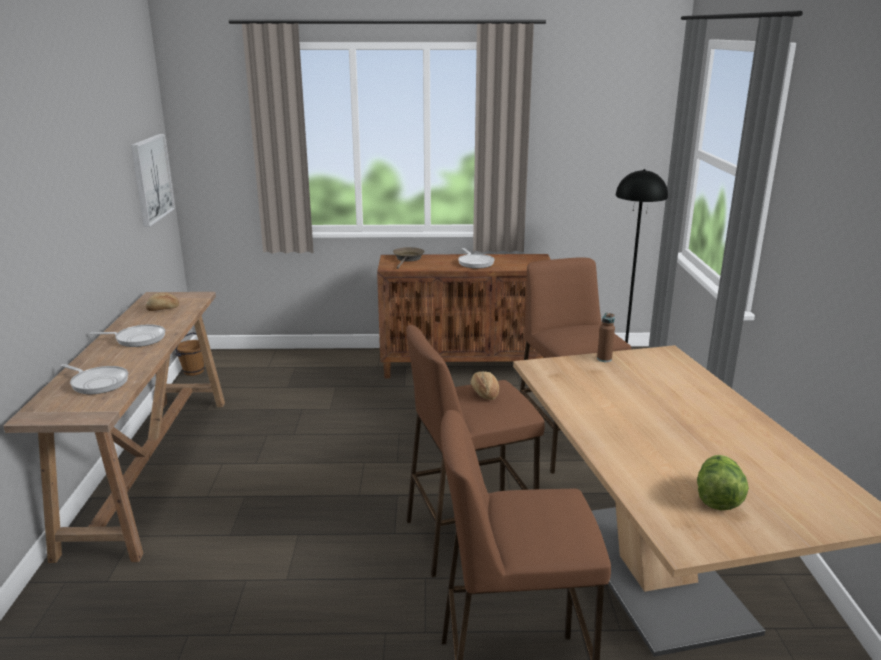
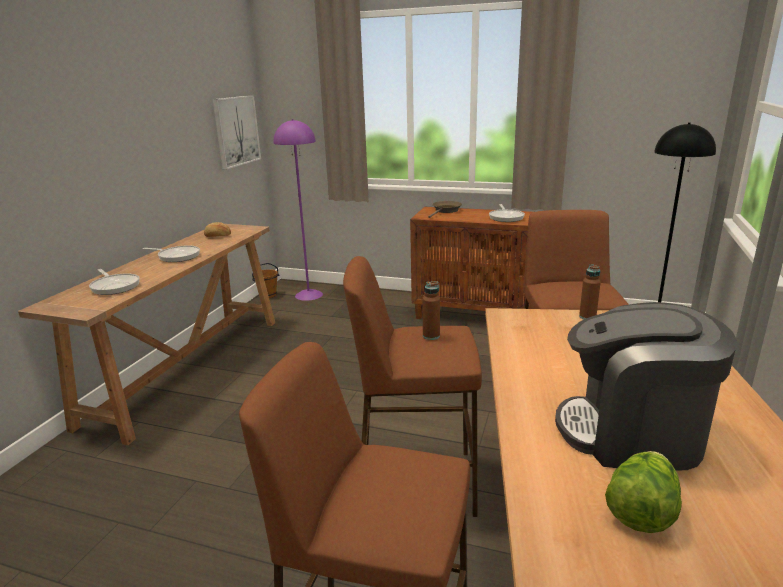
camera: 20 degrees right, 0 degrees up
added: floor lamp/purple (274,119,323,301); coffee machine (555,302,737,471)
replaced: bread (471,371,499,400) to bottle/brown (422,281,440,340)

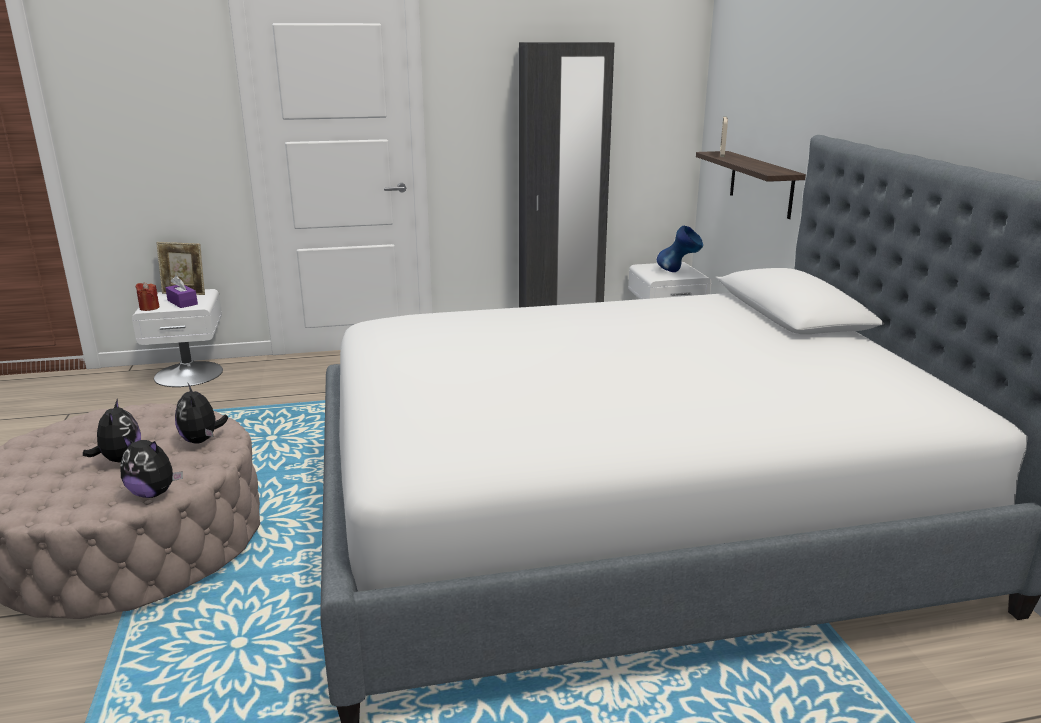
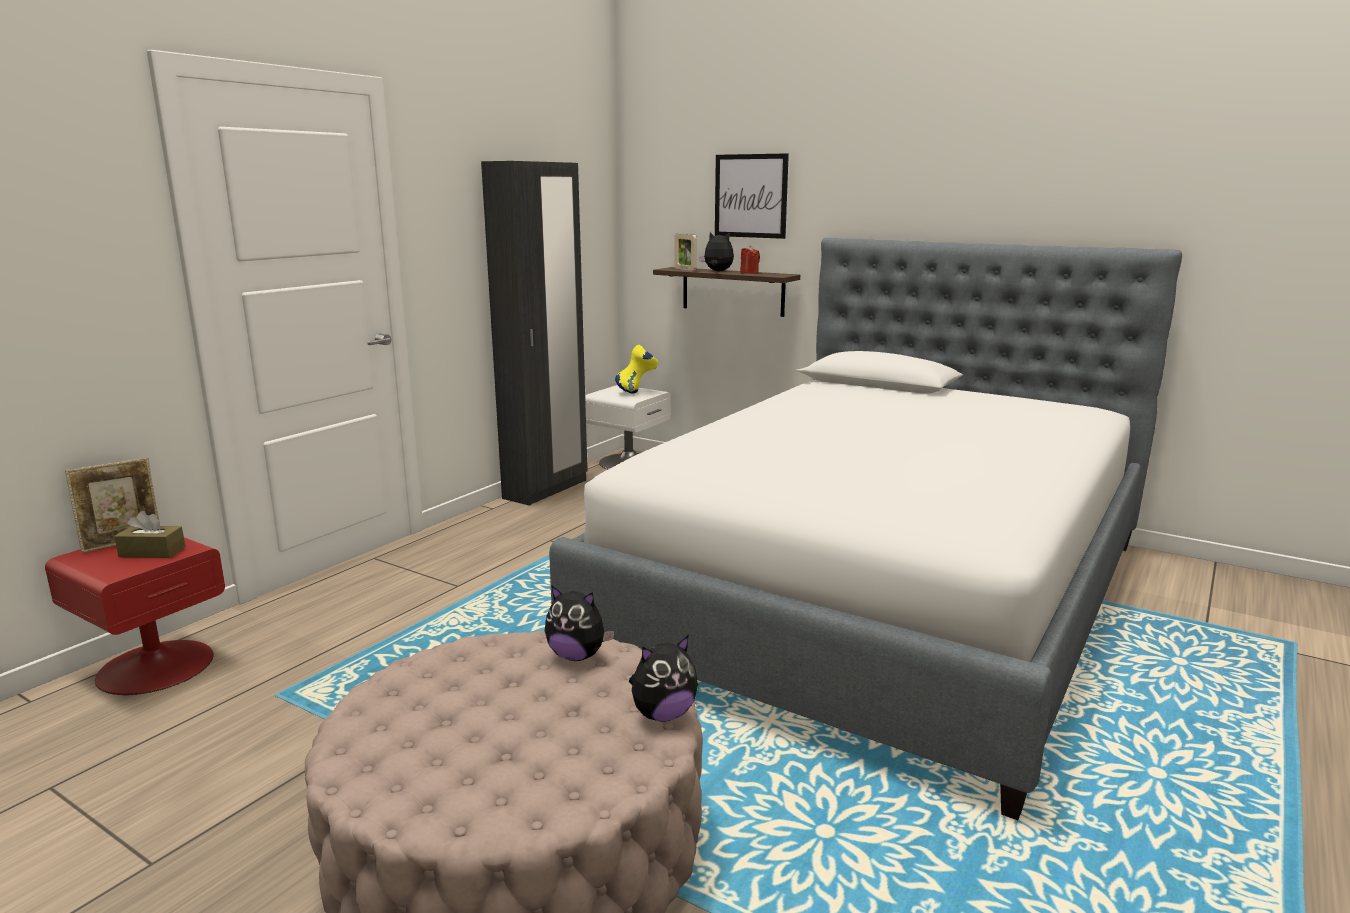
camera: 45 degrees left, 5 degrees down
added: picture (715,153,789,239)
moved: plush toy (83,398,141,462) to (699,232,734,272); candle/red (136,282,160,311) to (740,246,760,274)
recoloured: nightstand/white (132,289,223,387) to nightstand/red (45,537,225,695); tissue box/purple (165,276,198,308) to tissue box/brown (114,511,185,558); vase/blue (657,226,703,272) to vase/yellow (615,345,658,394)

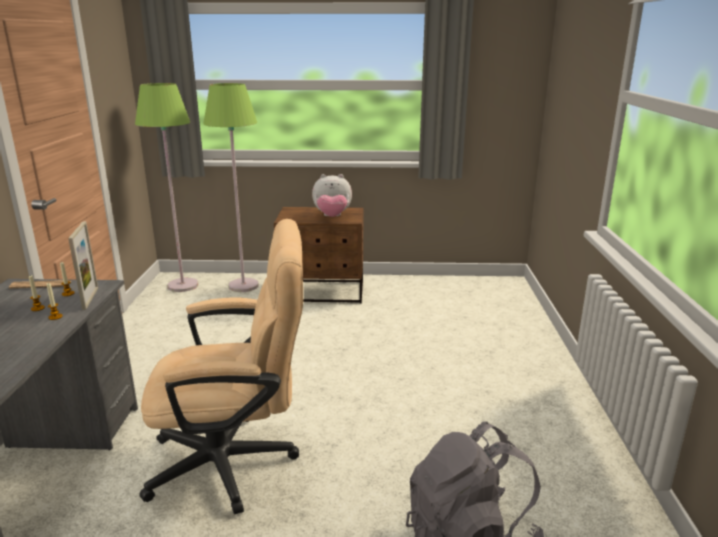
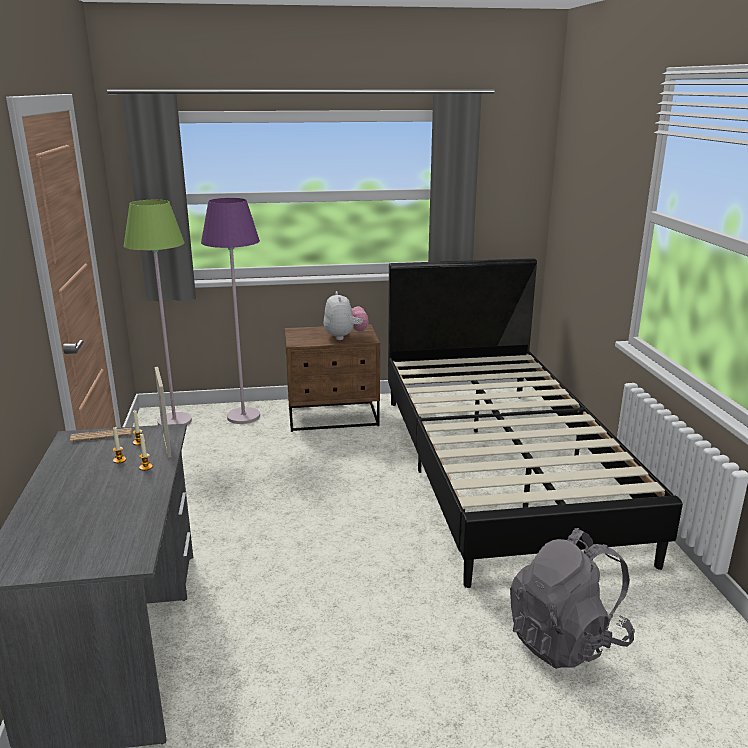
camera: 10 degrees left, 0 degrees up
removed: office chair/beige (139,219,303,515)
added: bed/black (388,258,683,588)
recoloured: floor lamp/green (203,83,259,292) to floor lamp/purple (201,198,260,424)
turned: plush toy (312,174,352,217) = (324,291,369,340) 90 degrees counterclockwise

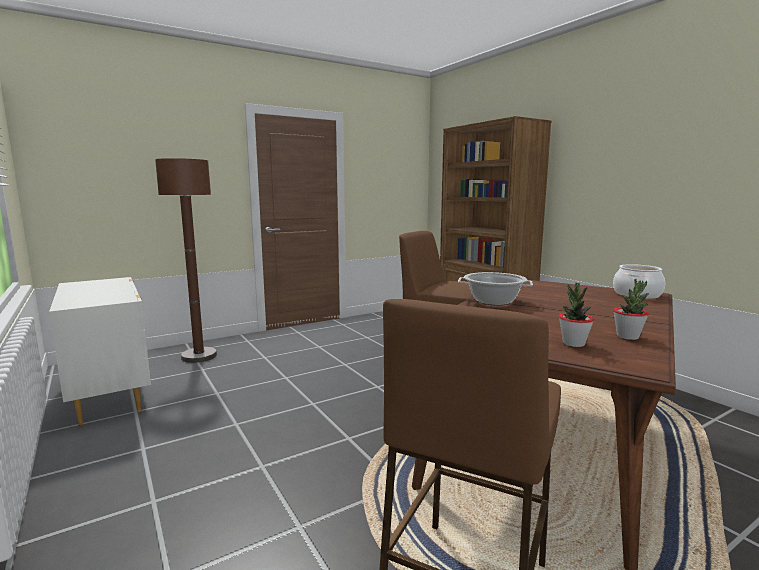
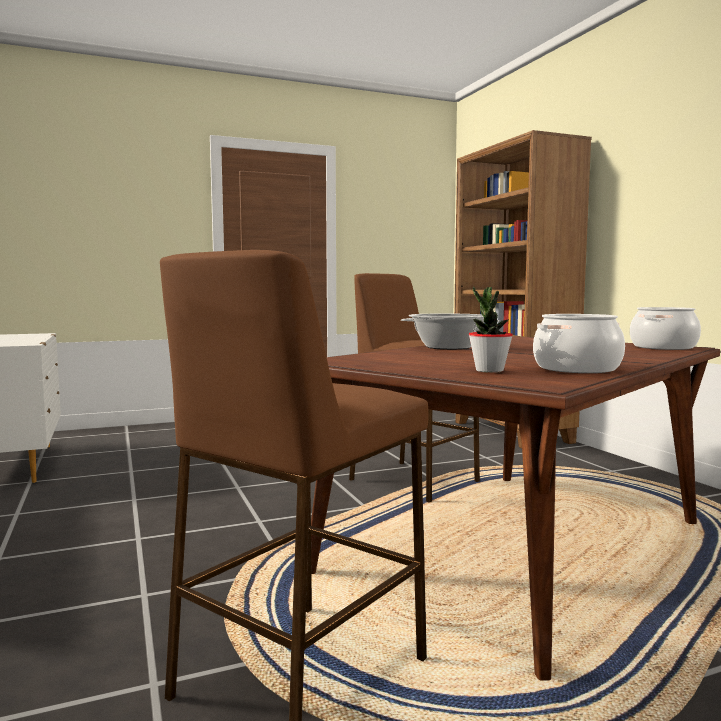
camera: 10 degrees right, 5 degrees down
removed: floor lamp/brown (155,158,217,363)
replaced: potted plant (613,279,650,340) to cooking pot (533,314,625,373)

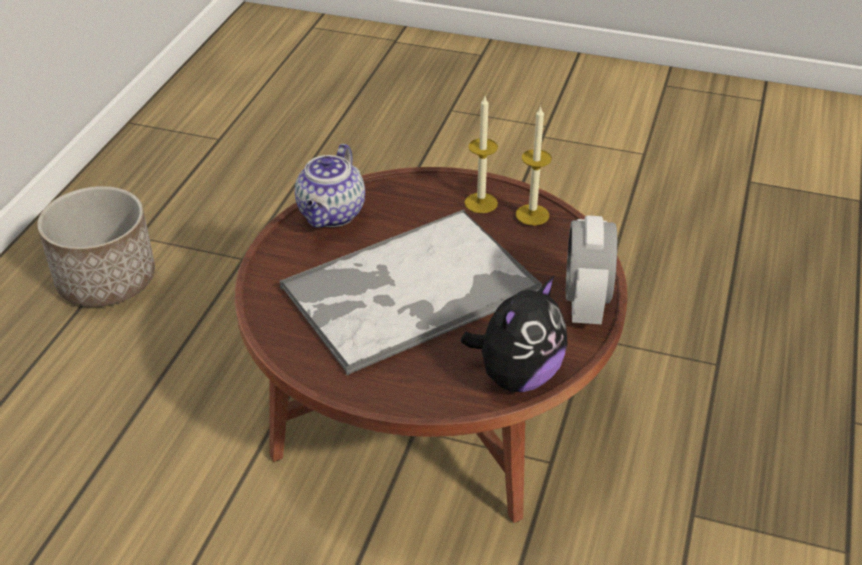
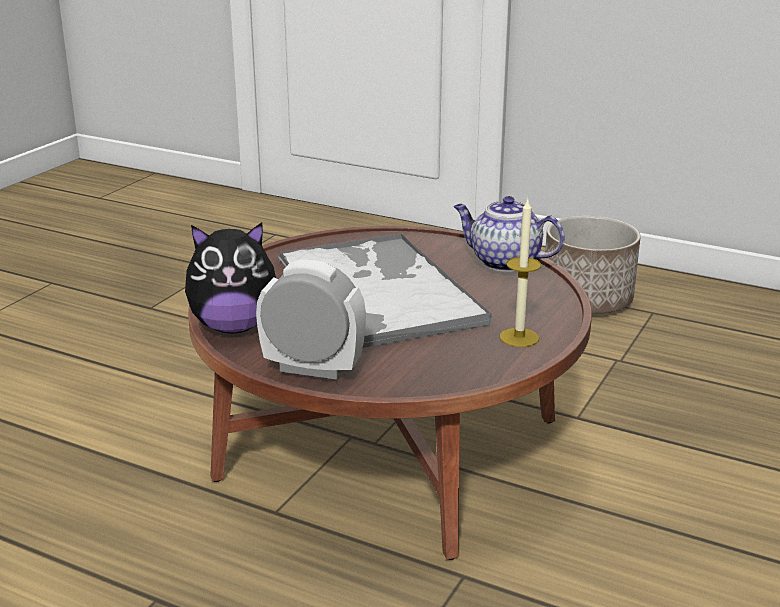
camera: 100 degrees right, 15 degrees down
removed: candle (516,106,552,226)
turned: plush toy (461,275,568,392) = (185,222,276,333) 60 degrees counterclockwise

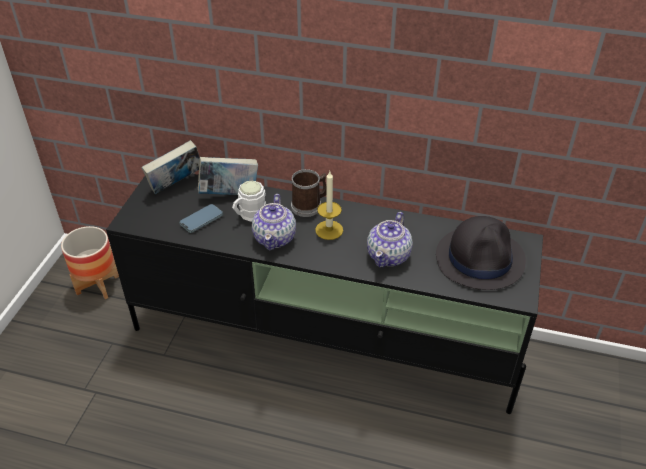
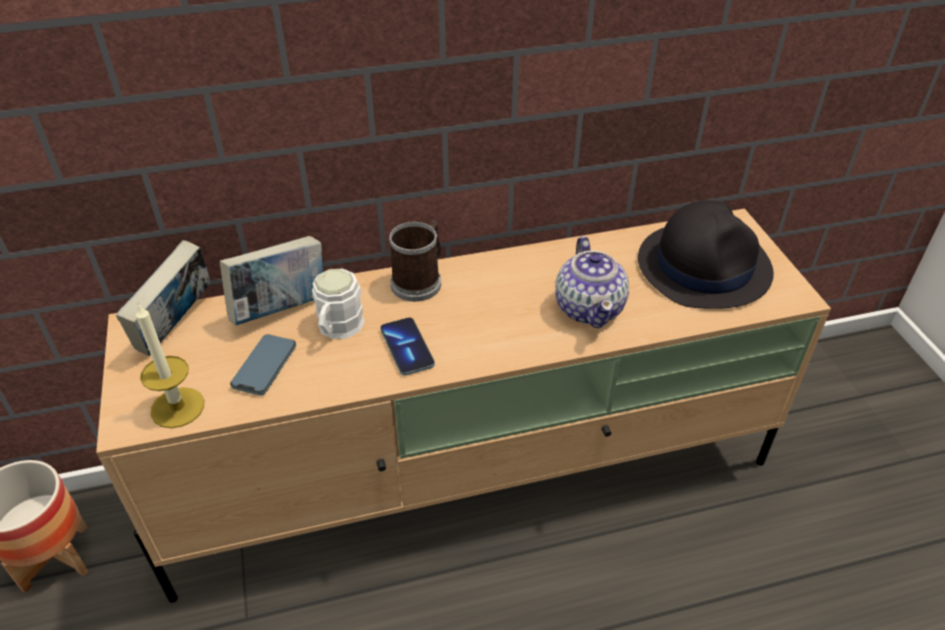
camera: 30 degrees left, 0 degrees up
moved: candle (315,171,343,240) to (136,303,204,428)
replaced: teapot (252,194,296,250) to phone (380,317,435,376)
recoloured: tv stand/black (106,174,543,414) to tv stand/beige (96,209,831,603)

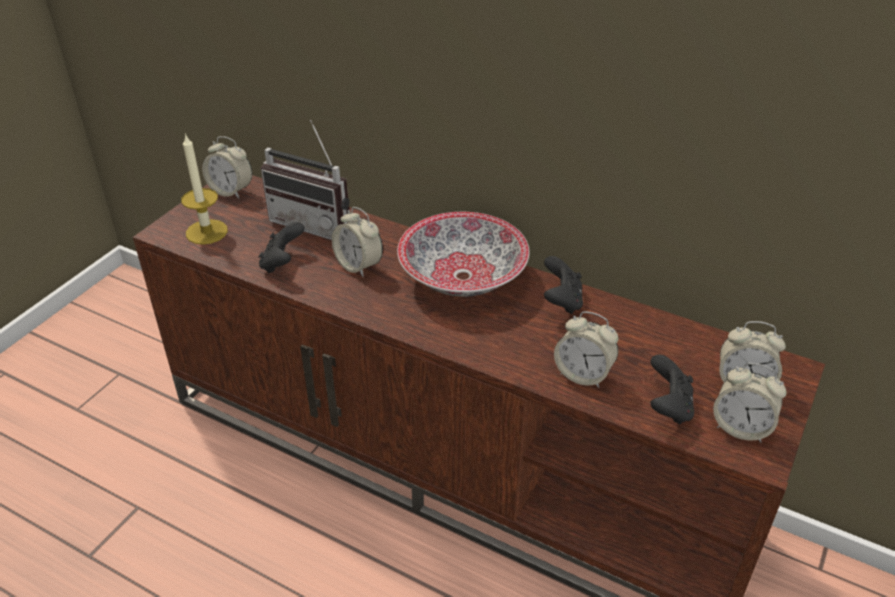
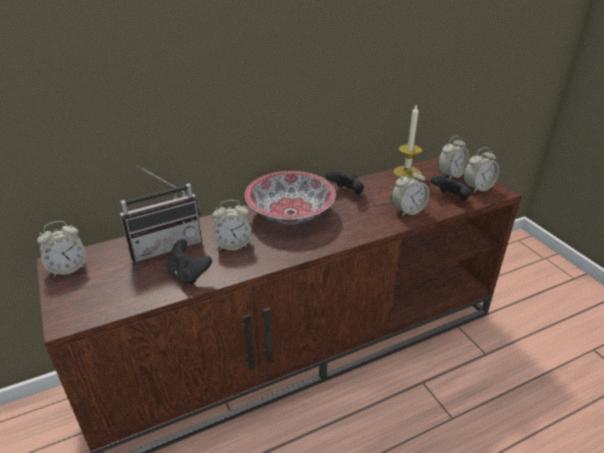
camera: 55 degrees left, 5 degrees down
moved: candle (181,133,228,245) to (394,105,422,179)

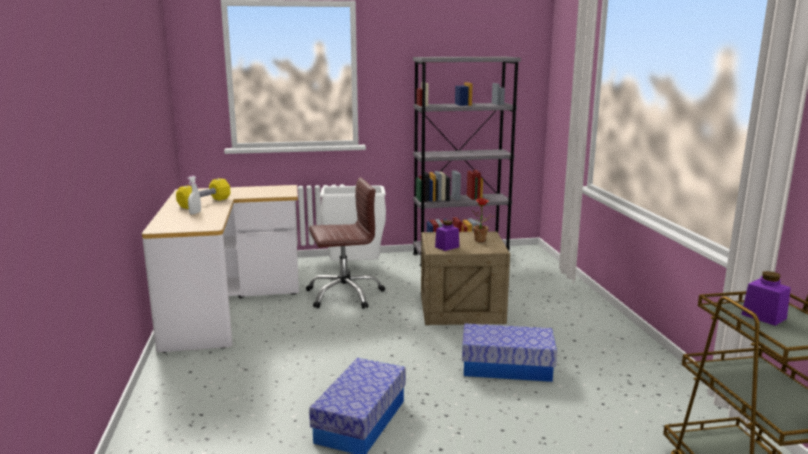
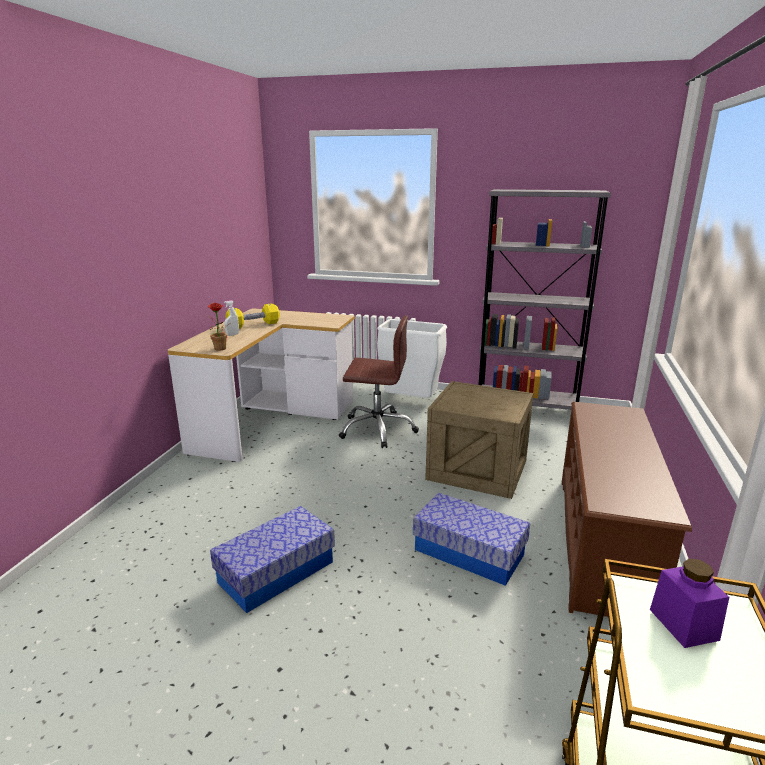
camera: 25 degrees right, 5 degrees up
removed: jar/purple (435,220,459,251)
added: shoe rack/brown (562,402,692,617)
moved: potted plant (471,198,494,242) to (208,303,231,351)

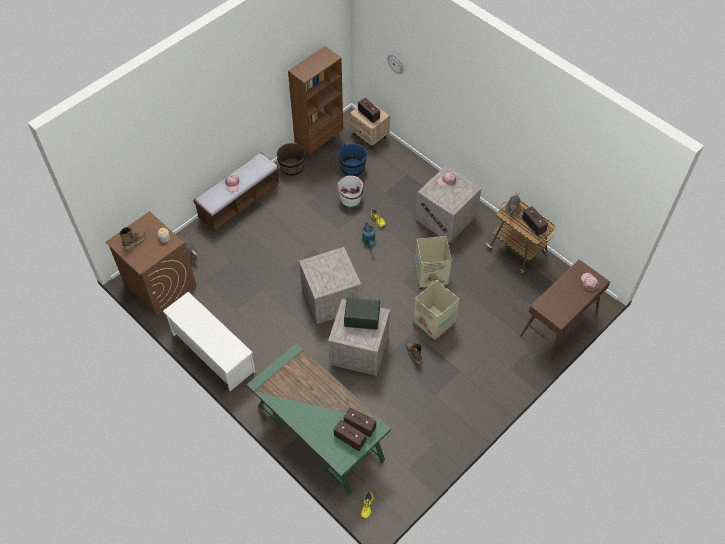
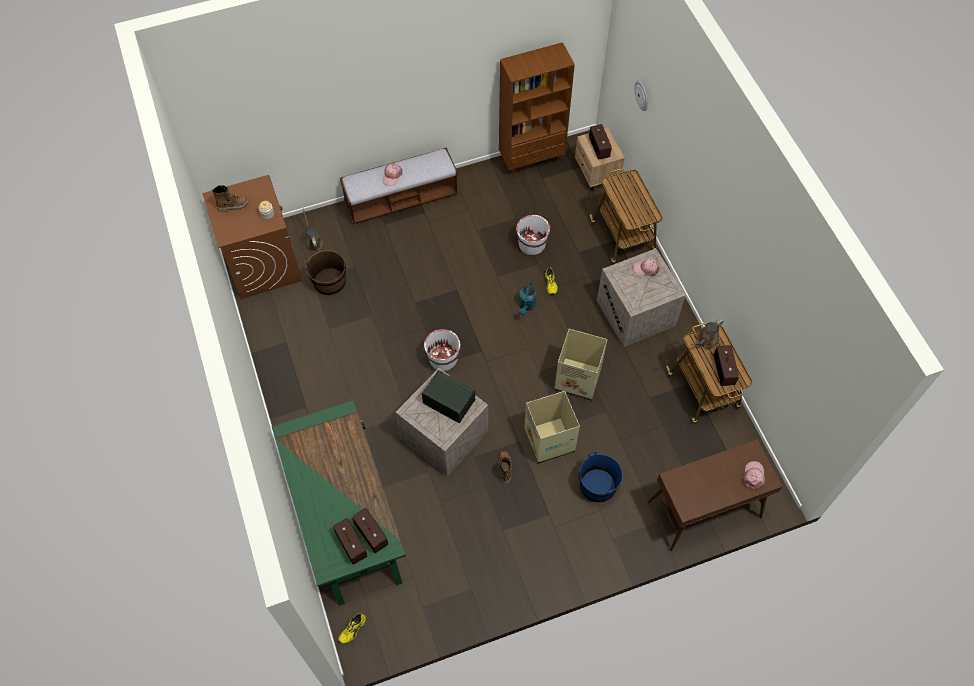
camera: 25 degrees right, 5 degrees up
removed: shoe rack/white (163,292,255,391)
added: cart (590,168,662,264)
moved: bucket/brown (276,143,305,177) to (305,250,346,295); bucket/blue (339,143,367,177) to (579,451,623,502)
replaced: crate (299,247,361,324) to bucket/white (423,329,461,371)

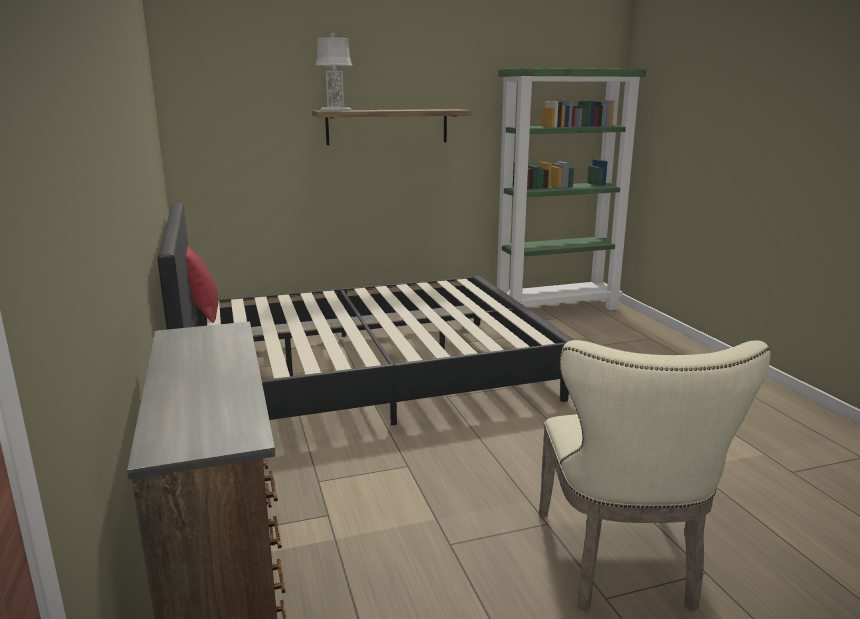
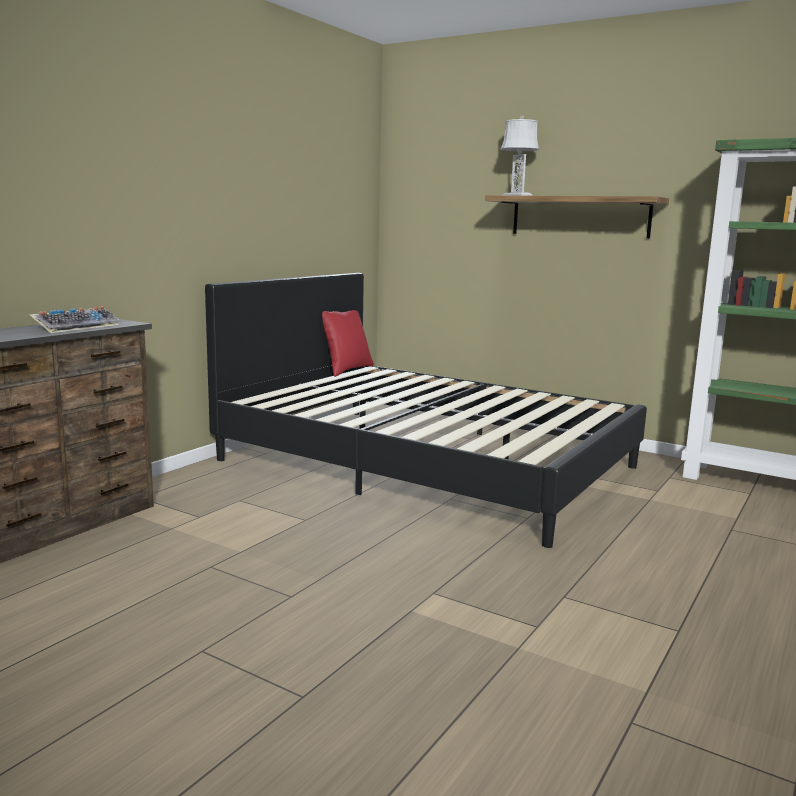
camera: 50 degrees right, 5 degrees down
removed: chair/beige (539,340,771,612)
added: keyboard (29,306,119,333)

